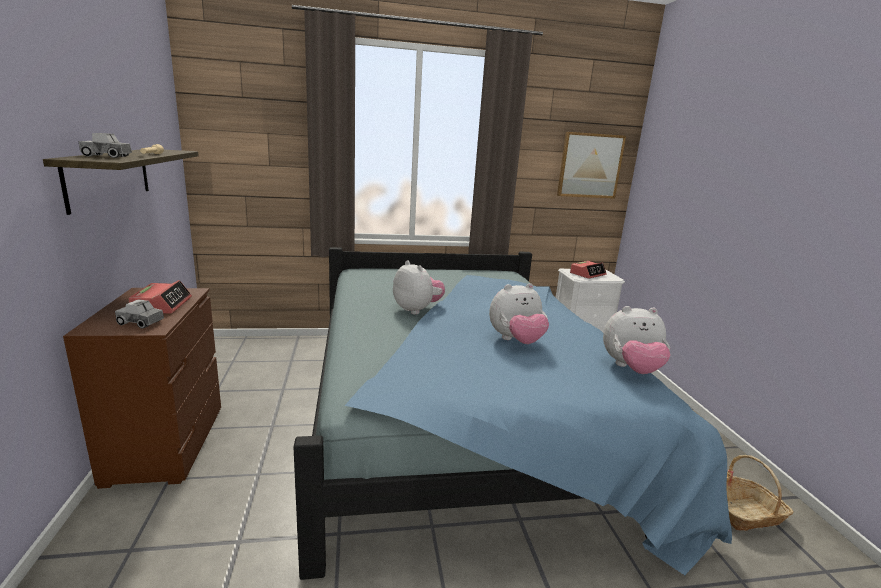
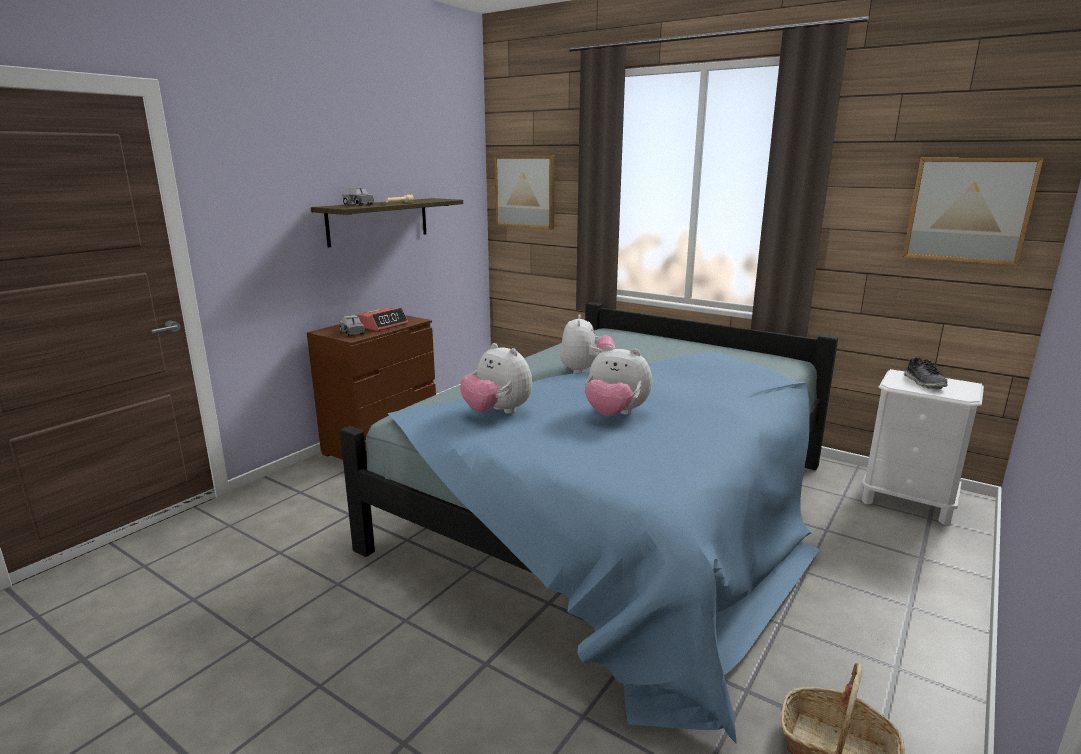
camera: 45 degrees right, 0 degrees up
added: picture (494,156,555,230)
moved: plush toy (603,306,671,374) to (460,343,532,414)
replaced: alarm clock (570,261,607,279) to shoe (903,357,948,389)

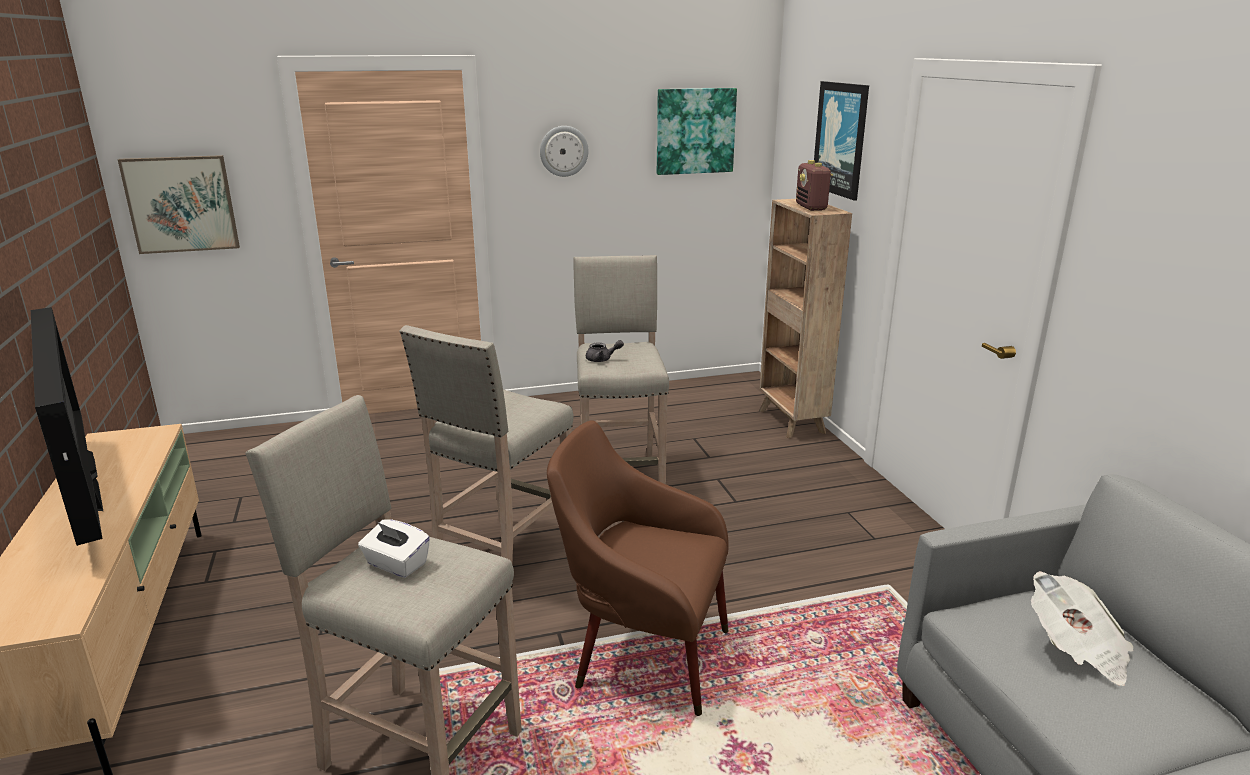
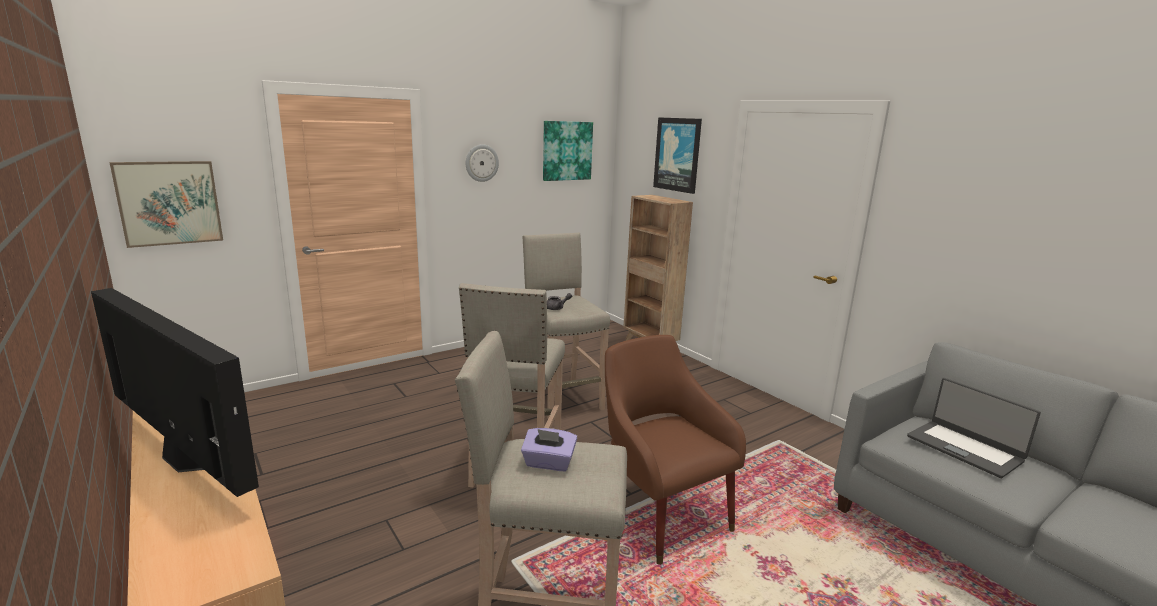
camera: 20 degrees left, 5 degrees down
removed: radio (796,160,833,211)
replaced: newspaper (1031,571,1134,686) to laptop (907,378,1041,478)
recoloured: tissue box/white (358,519,430,578) to tissue box/purple (521,428,577,471)
turned: armchair/brown (547,420,729,716) = (605,335,746,565) 60 degrees clockwise

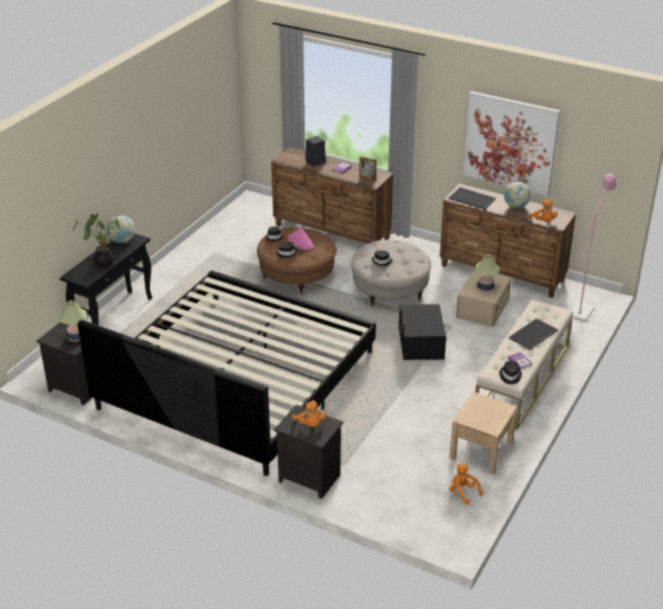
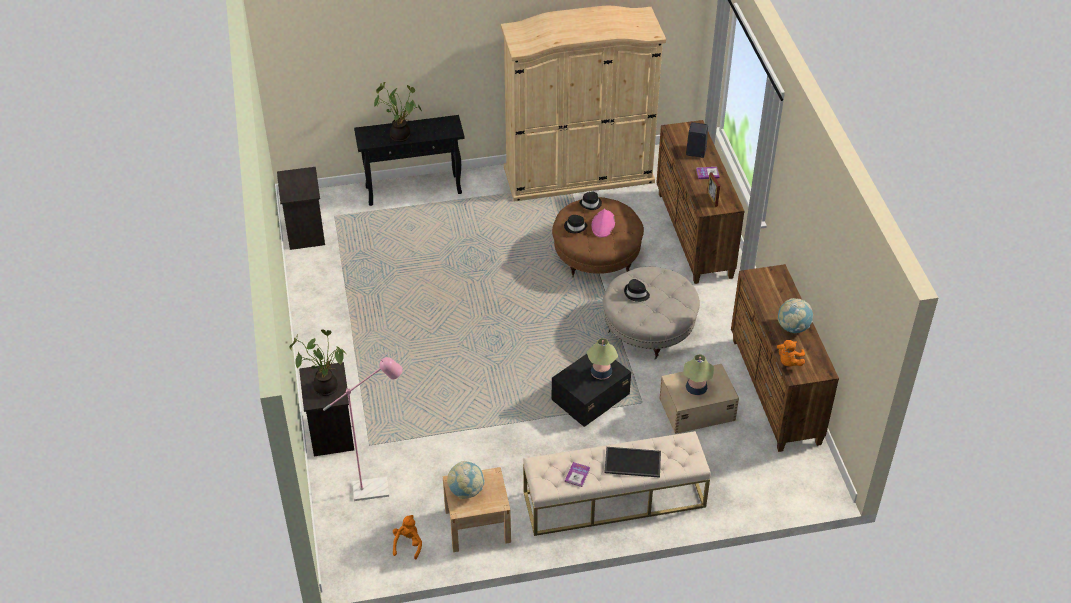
camera: 50 degrees right, 10 degrees up
removed: bed (77,270,376,476); tray (449,188,496,209); picture (463,91,560,196); hat/black (499,361,522,384)
added: wardrobe/beige (501,6,666,202)
moved: table lamp (59,300,87,342) to (586,338,618,379); globe (107,215,135,243) to (447,461,485,499); floor lamp/pink (571,174,616,322) to (323,357,403,501)
replaced: plush toy/orange (292,400,327,427) to potted plant (290,330,347,396)

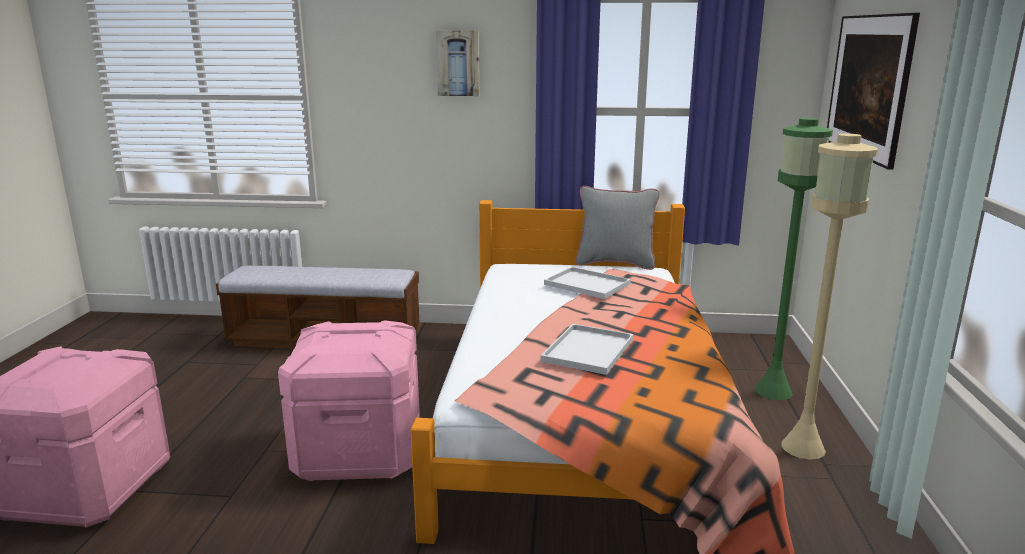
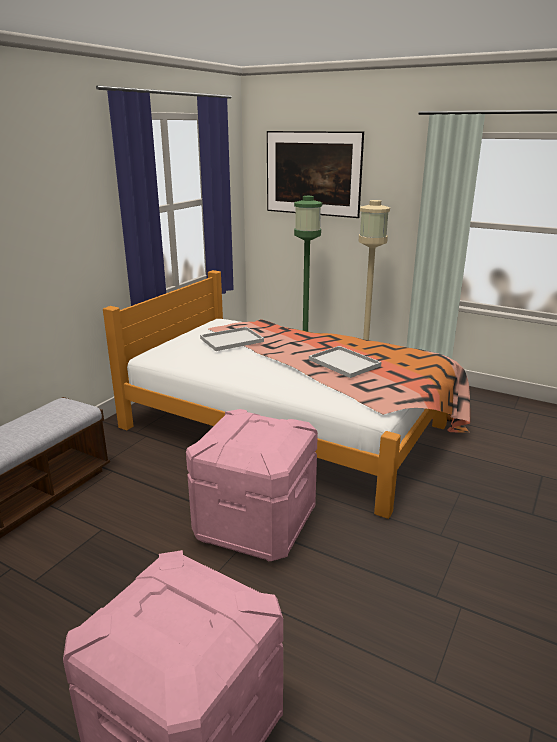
camera: 65 degrees left, 5 degrees up
removed: picture (436,31,480,96); pillow/grey (576,186,660,270)

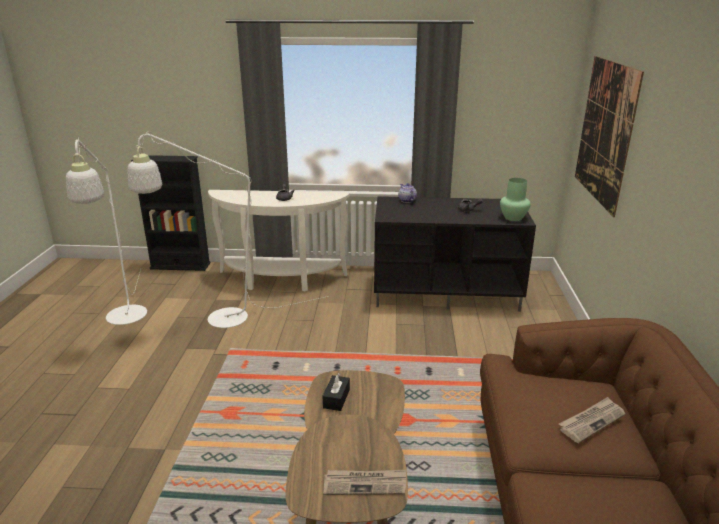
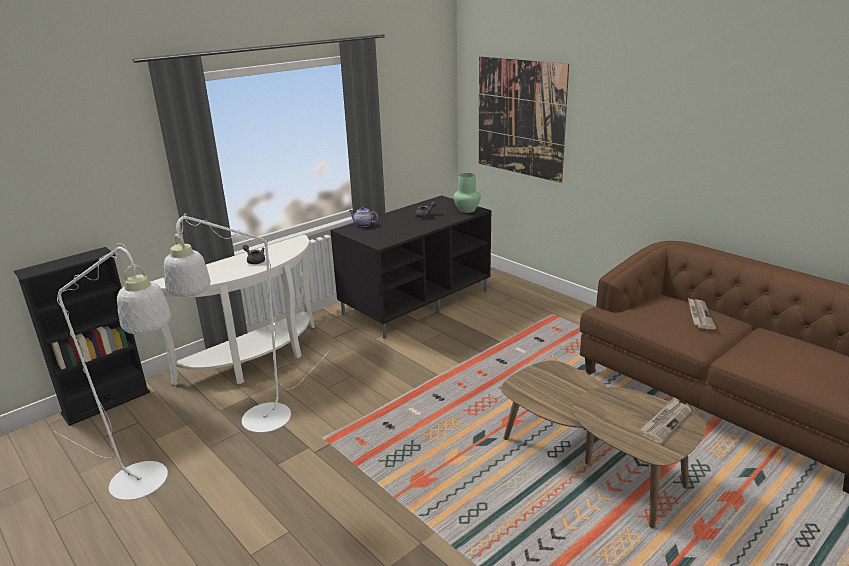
camera: 45 degrees left, 0 degrees up
removed: tissue box/black (323,373,350,411)

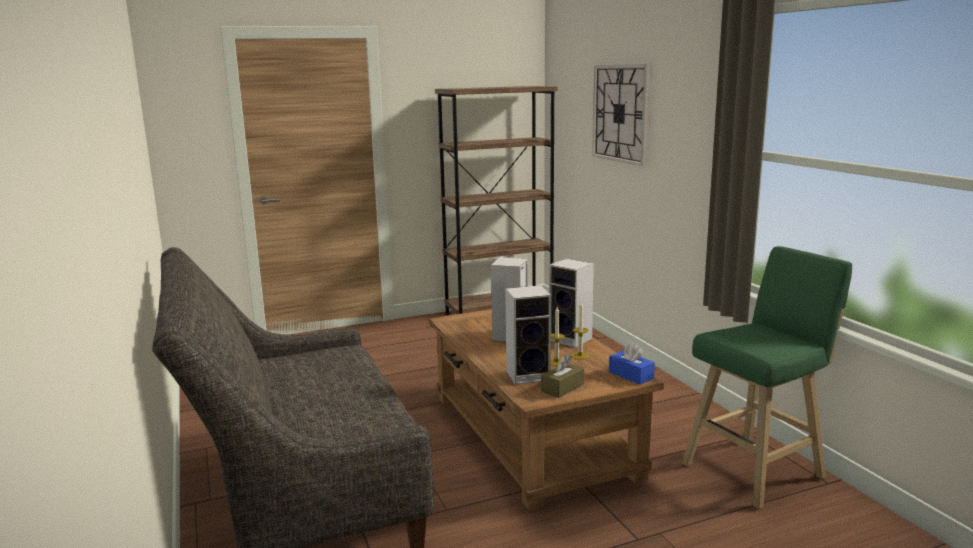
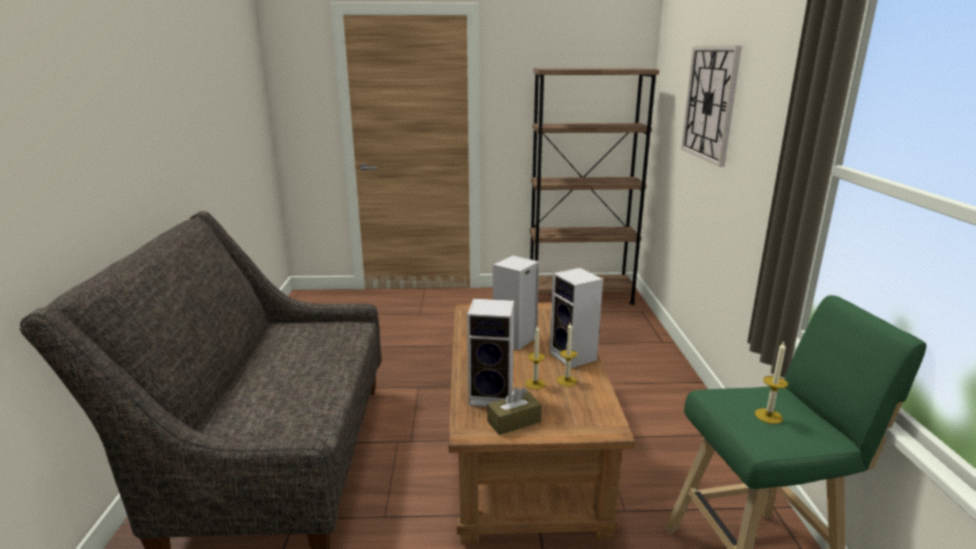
camera: 20 degrees right, 5 degrees up
removed: tissue box/blue (609,342,655,385)
added: candle (755,342,788,424)

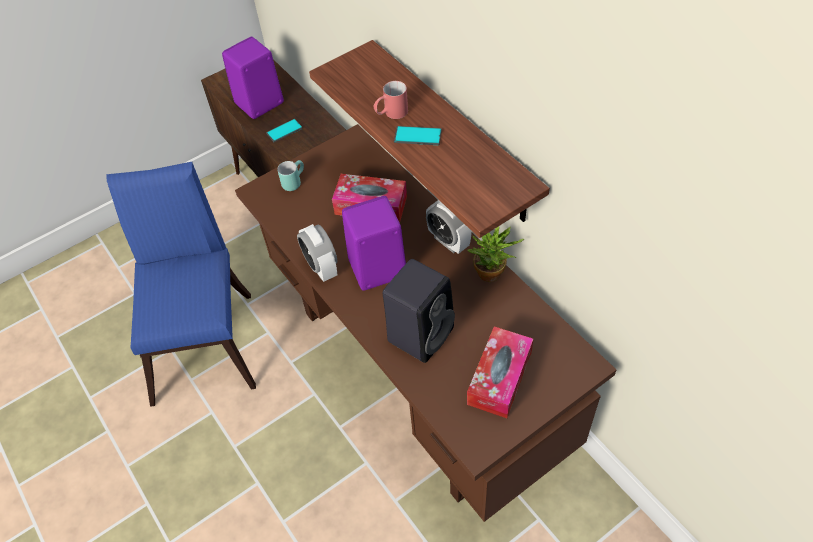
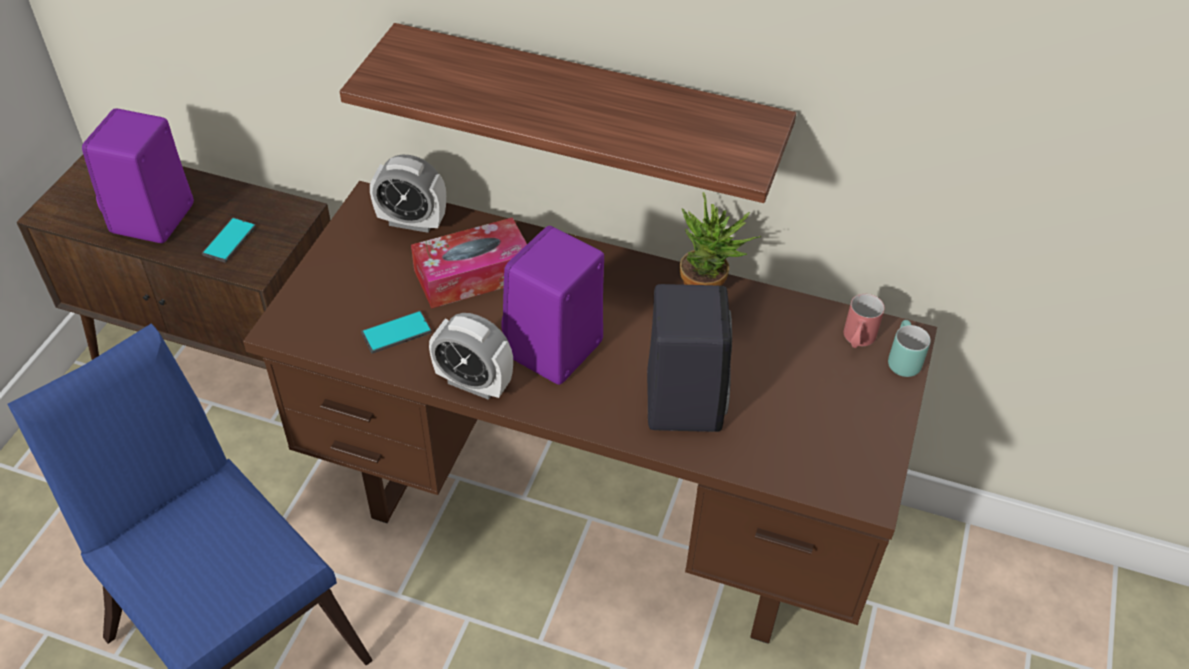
camera: 40 degrees left, 5 degrees down
removed: tissue box (467,326,533,418)
moved: mug/turquoise (277,160,304,191) to (888,320,931,377); mug/red (373,81,408,119) to (844,294,885,348); phone (394,126,442,145) to (361,311,432,354); alarm clock (426,200,471,254) to (370,155,446,233)

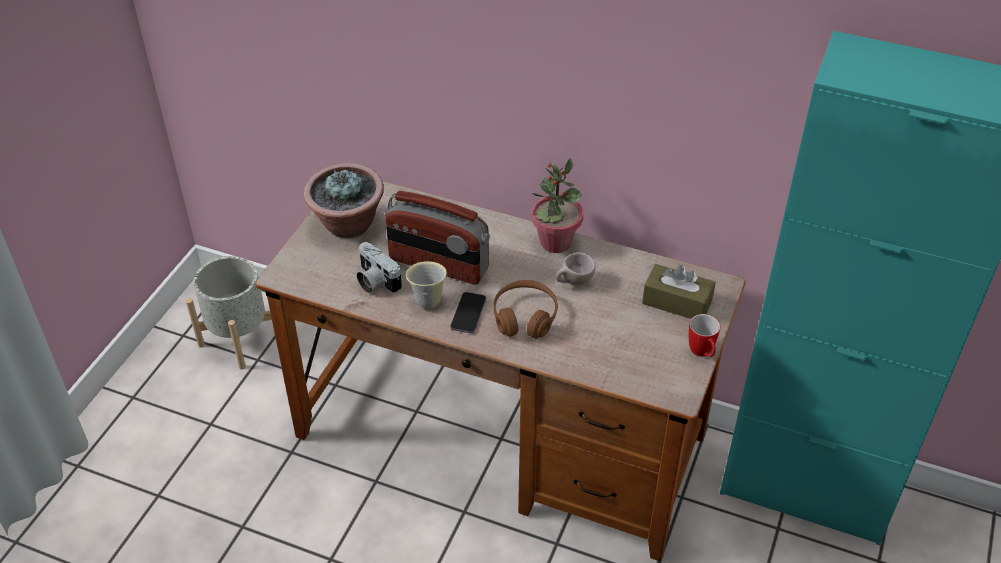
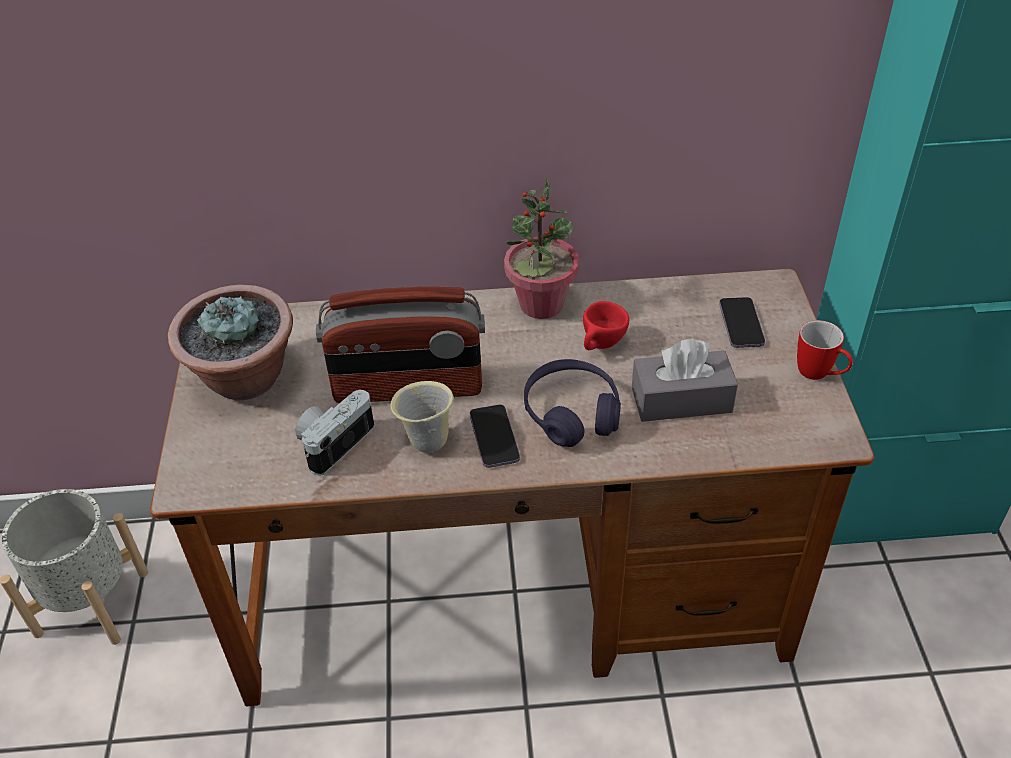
camera: 25 degrees left, 0 degrees up
added: tissue box/grey (632,339,738,422)
replaced: tissue box/brown (642,264,715,319) to phone (719,297,765,348)
recoloured: headphones/brown (494,280,558,339) to headphones/purple (524,359,621,447); cup/beige (556,252,596,286) to cup/red (583,301,629,350)
turned: photo camera (357,242,402,293) = (295,390,374,476) 105 degrees clockwise

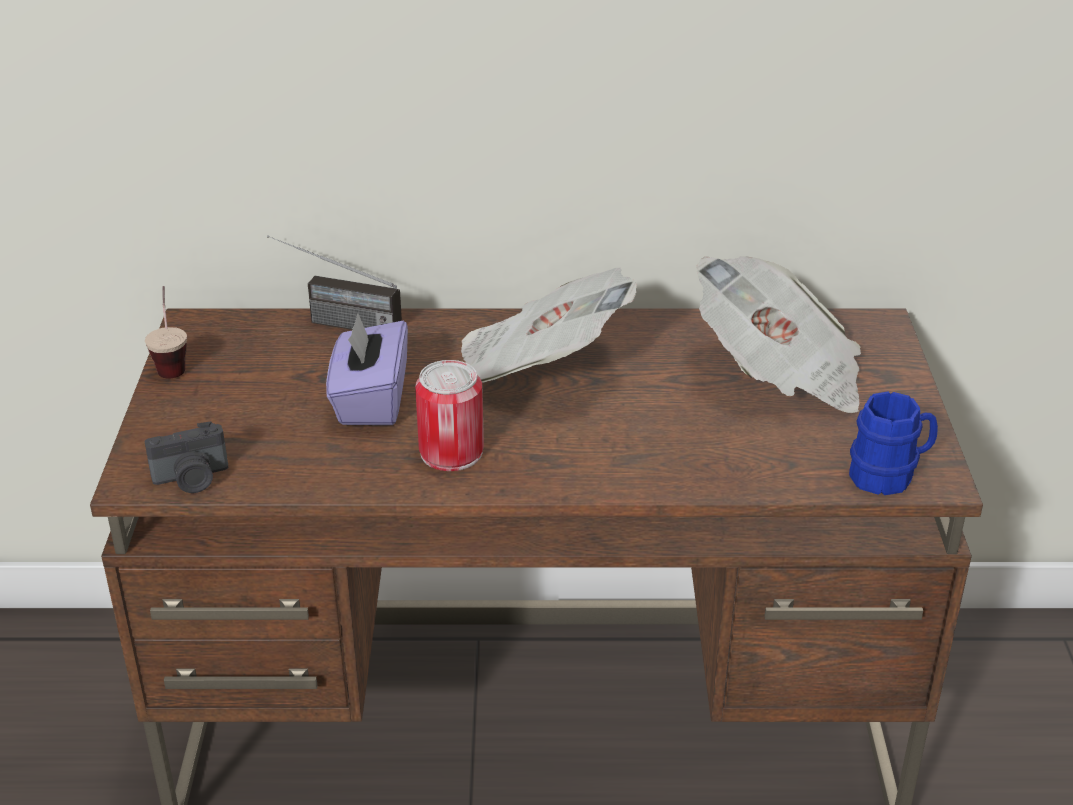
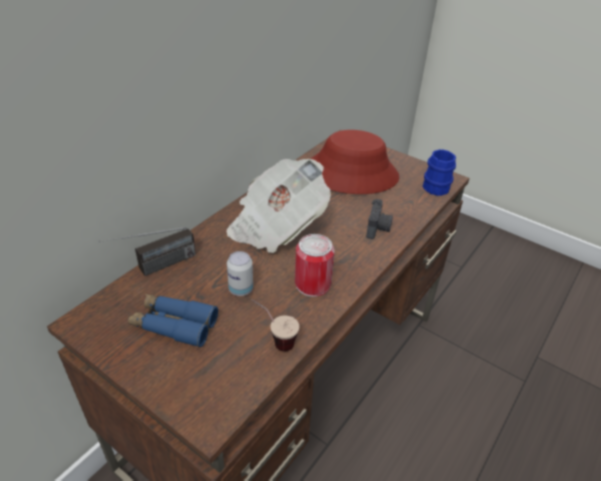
camera: 55 degrees left, 5 degrees up
added: binoculars/blue (128,294,218,348)
moved: photo camera (144,422,228,493) to (366,199,393,239); cup (145,286,187,379) to (251,299,299,351)
replaced: tissue box/purple (326,313,408,425) to can (227,251,253,296); newspaper (696,256,861,413) to hat/red (311,130,399,194)

